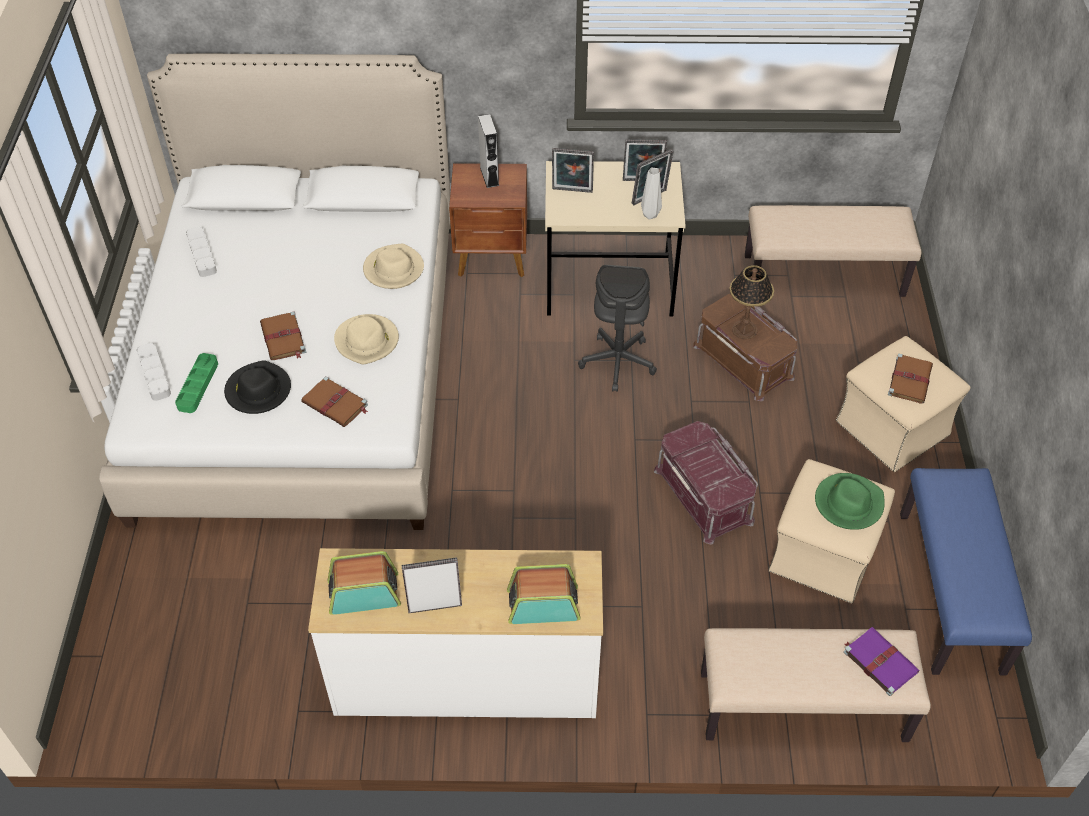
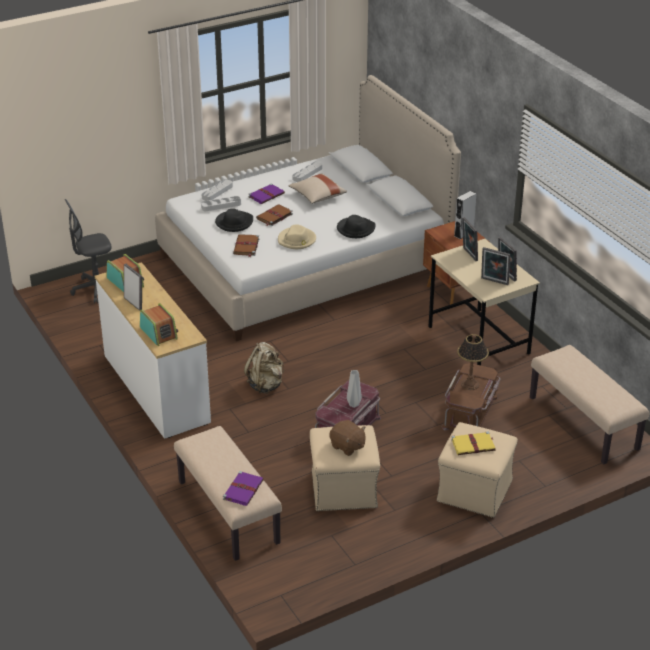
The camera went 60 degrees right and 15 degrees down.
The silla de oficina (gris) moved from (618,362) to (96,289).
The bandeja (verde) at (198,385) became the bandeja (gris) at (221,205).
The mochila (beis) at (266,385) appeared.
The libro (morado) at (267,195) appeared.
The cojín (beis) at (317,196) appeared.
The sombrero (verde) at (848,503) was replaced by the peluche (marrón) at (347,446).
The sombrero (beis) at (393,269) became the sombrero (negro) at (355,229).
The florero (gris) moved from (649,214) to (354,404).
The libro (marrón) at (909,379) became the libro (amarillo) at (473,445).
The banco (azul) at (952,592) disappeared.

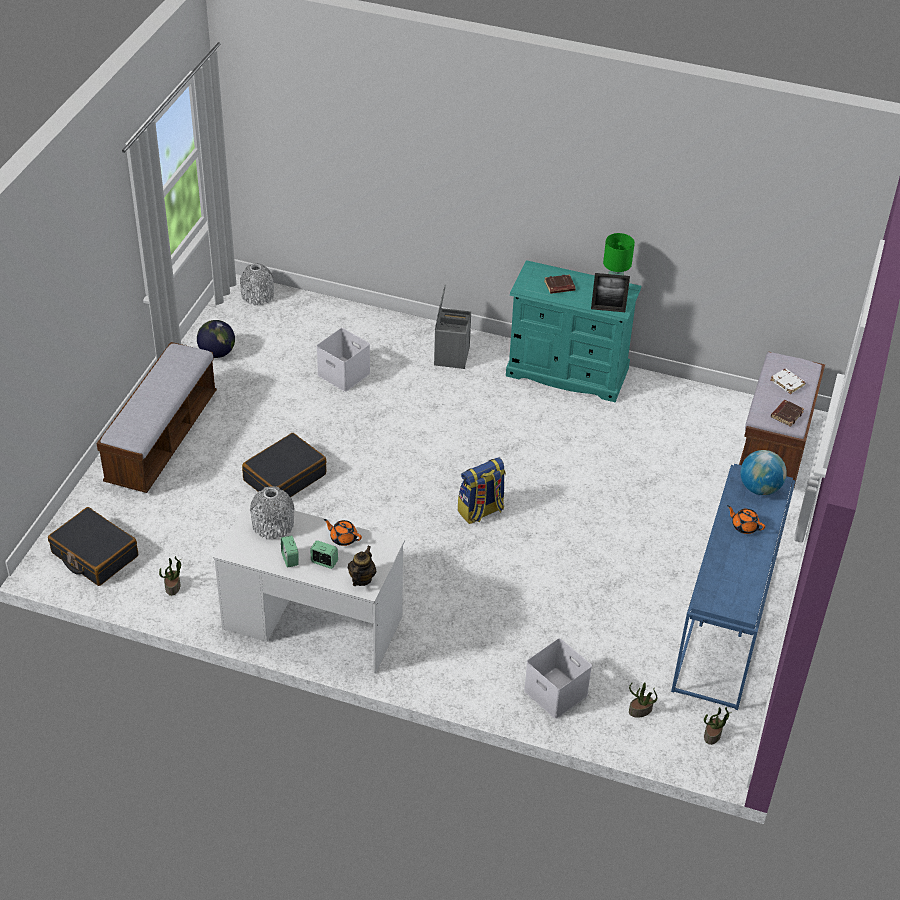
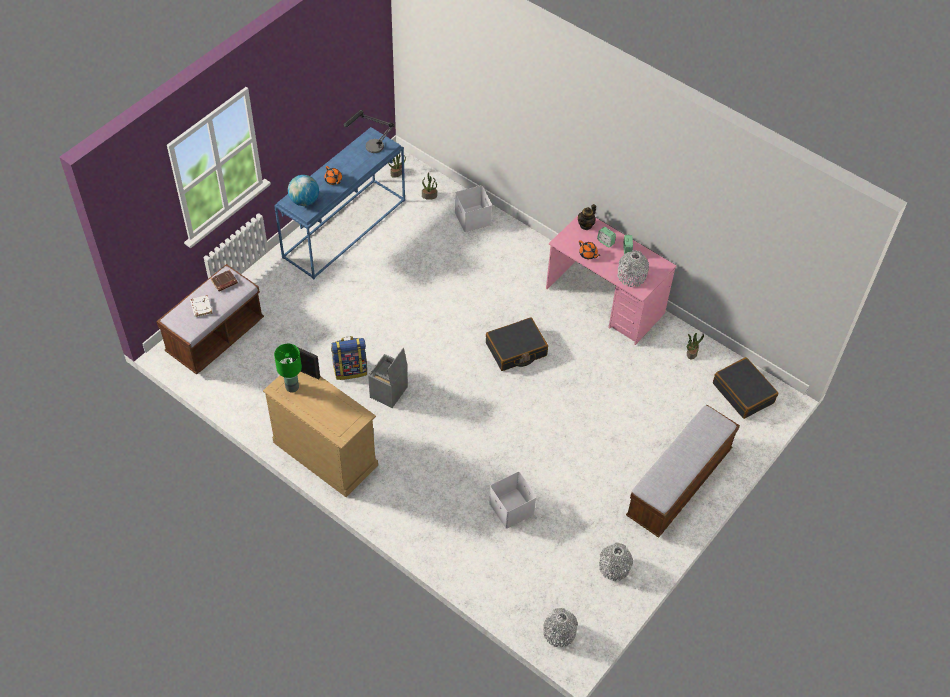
The camera went 160 degrees left and 10 degrees up.
The cómoda (turquesa) at (567,372) became the cómoda (beis) at (325,453).
The mochila moved from (481,511) to (350,370).
The lámpara de mesa at (370,149) appeared.
The caja de almacenaje (gris) moved from (451,355) to (389,392).
The maleta (negro) moved from (284,477) to (516,350).
The escritorio (blanco) at (312,623) became the escritorio (rosa) at (604,301).
The globo terráqueo at (217,353) was replaced by the florero (gris) at (614,567).
The libro (marrón) at (559,287) disappeared.

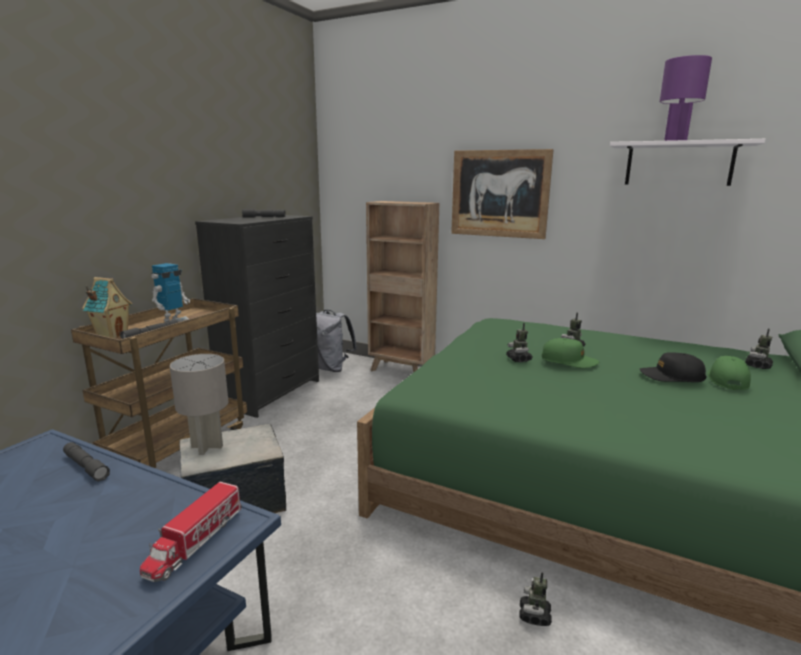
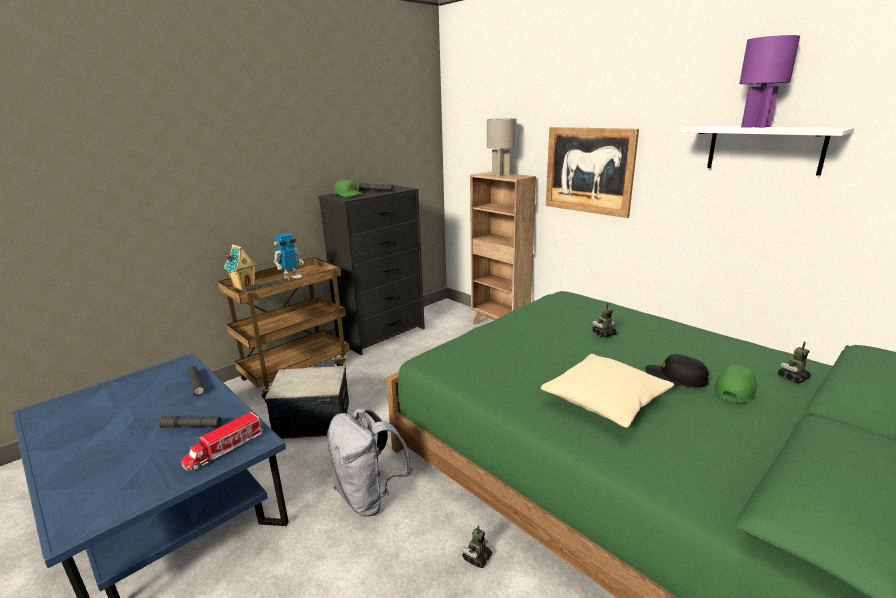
The camera went 20 degrees right and 5 degrees up.
The linterna (gris) at (191,426) appeared.
The mochila (gris) moved from (330,368) to (369,497).
The gorra (verde) moved from (569,361) to (348,194).
The lámpara de mesa (gris) moved from (207,447) to (501,175).
The cojín (beis) at (605,401) appeared.
The robot de juguete at (518,359) disappeared.

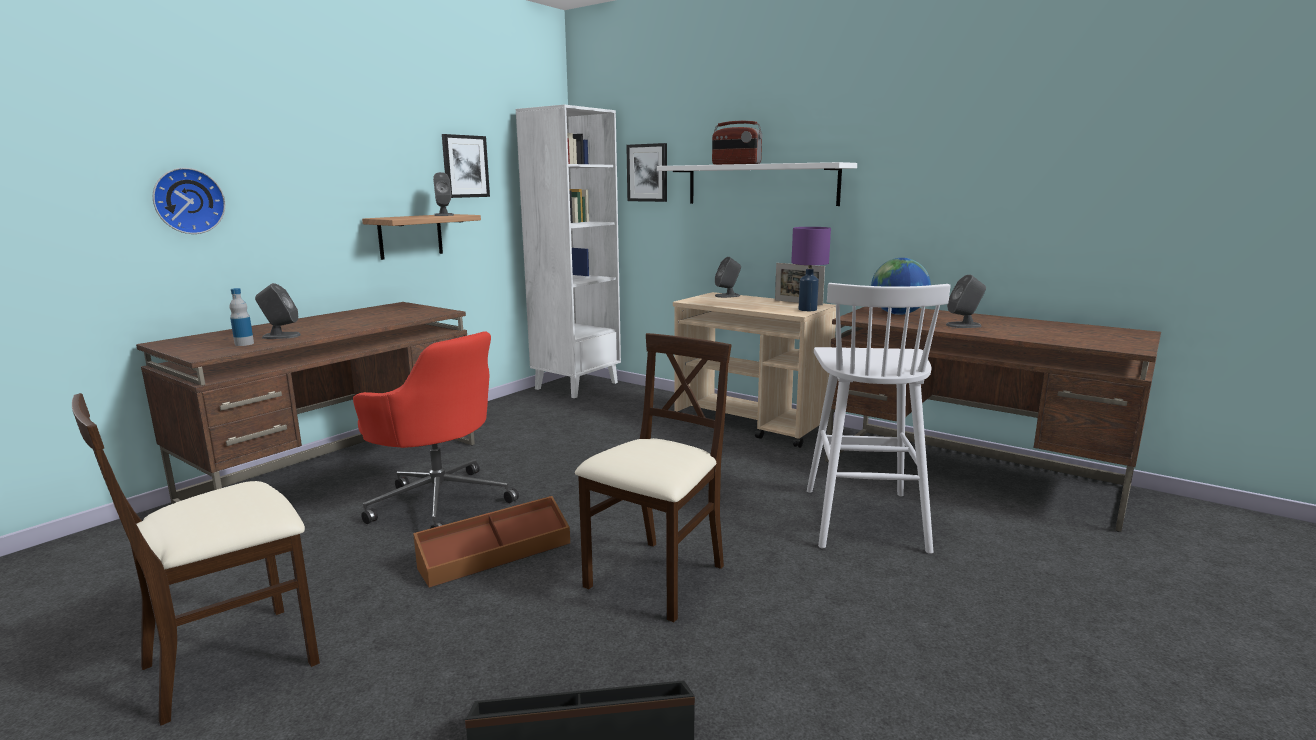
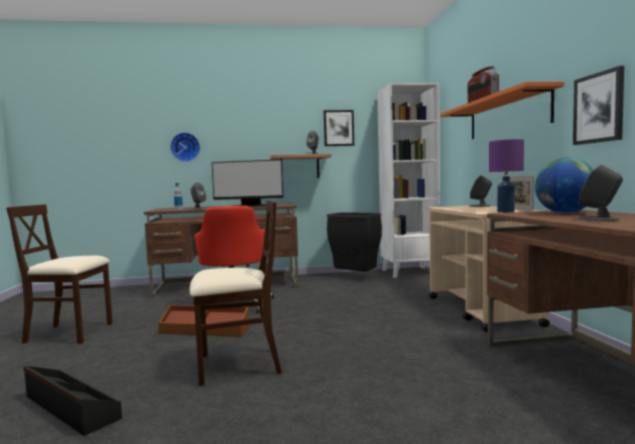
The camera went 45 degrees right and 10 degrees down.
The monitor at (250,206) appeared.
The papelera (negro) at (355,278) appeared.
The estante (blanco) at (760,184) became the estante (naranja) at (507,116).
The cuadro moved from (647,173) to (598,108).
The taburete (blanco) at (863,518) disappeared.

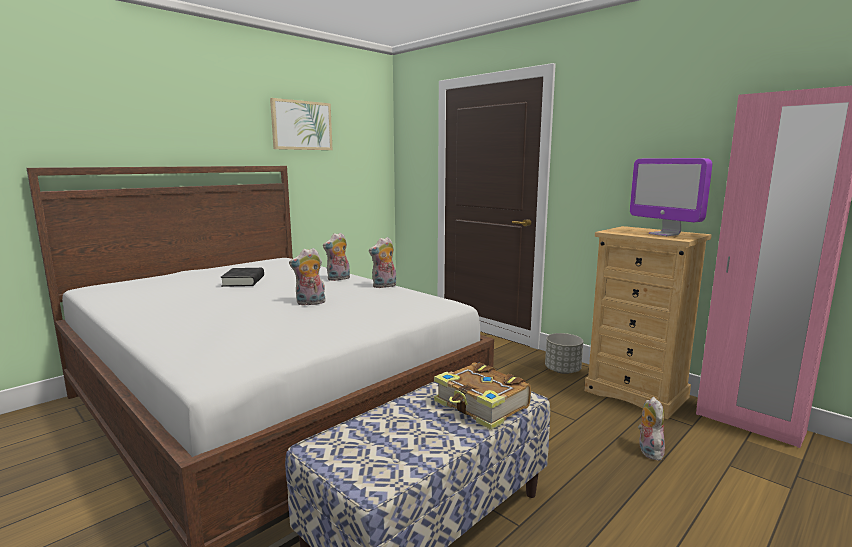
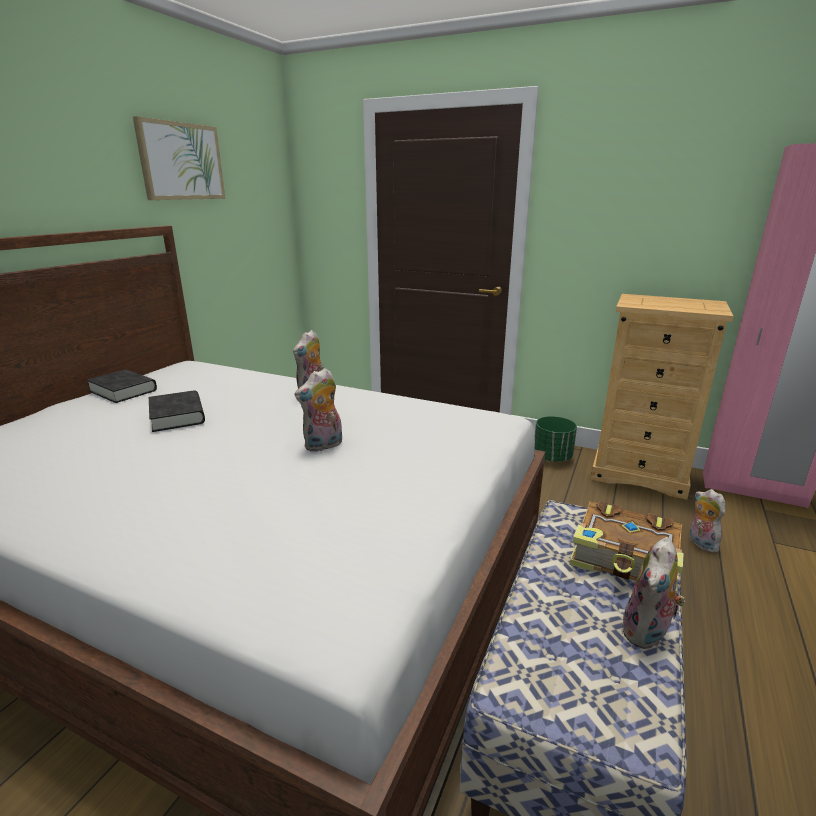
The camera went 20 degrees left and 10 degrees up.
The libro (negro) at (123,391) appeared.
The maceta (gris) at (563,370) became the maceta (verde) at (552,457).
The peluche moved from (384,286) to (647,633).
The monitor at (664,234) disappeared.

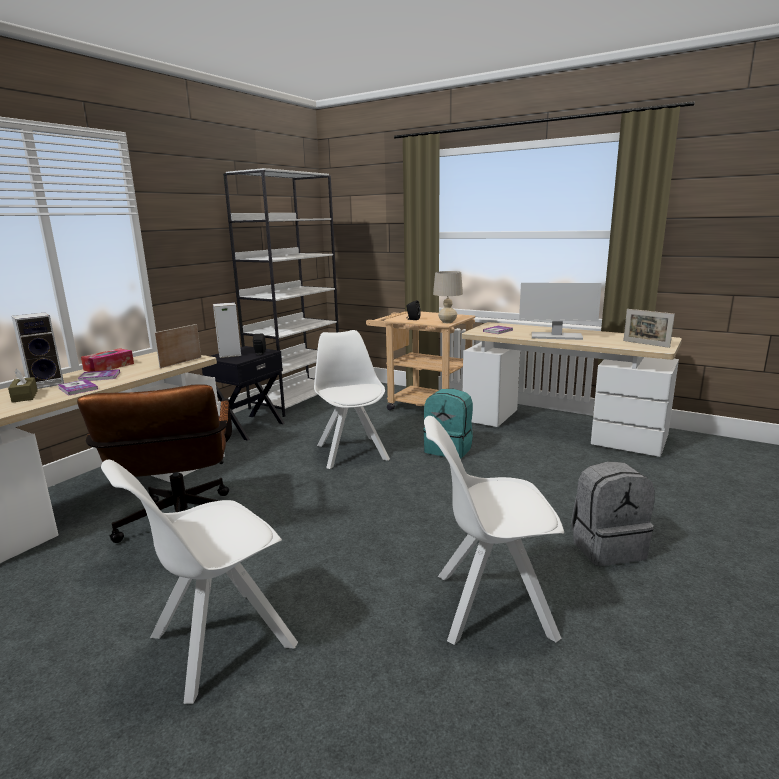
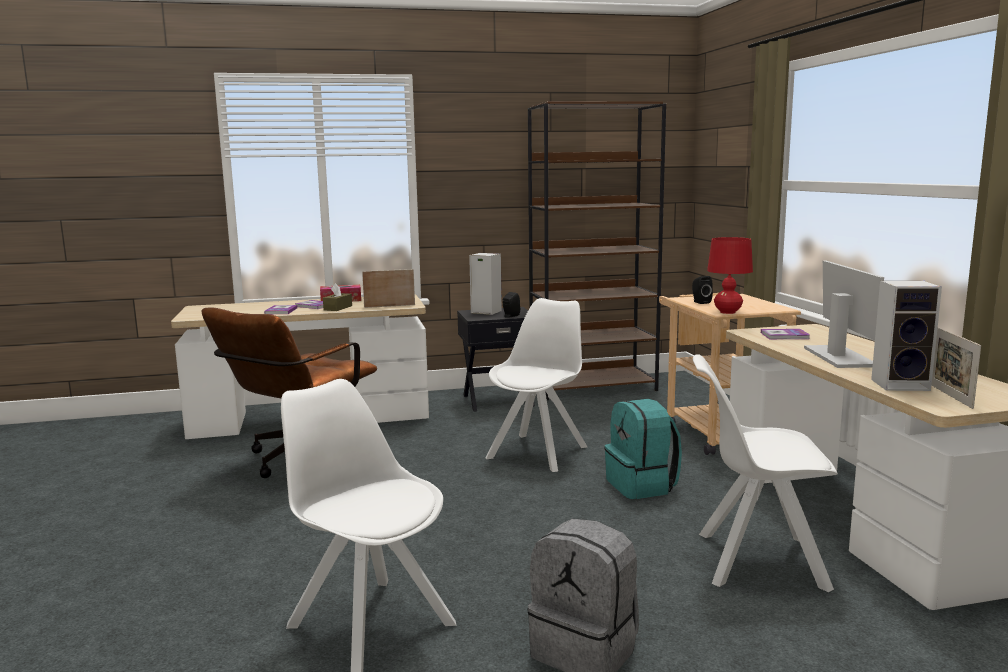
The camera went 45 degrees right and 5 degrees down.
The caja de pañuelos (marrón) moved from (25,396) to (338,308).
The estantería (blanco) at (297,399) became the estantería (marrón) at (593,387).
The silla (blanco) moved from (218,643) to (756,560).
The lámpara de mesa (beis) at (447,322) became the lámpara de mesa (rojo) at (728,312).
The monitor at (556,336) turned 150 degrees counterclockwise.
The altavoz moved from (47,383) to (902,384).

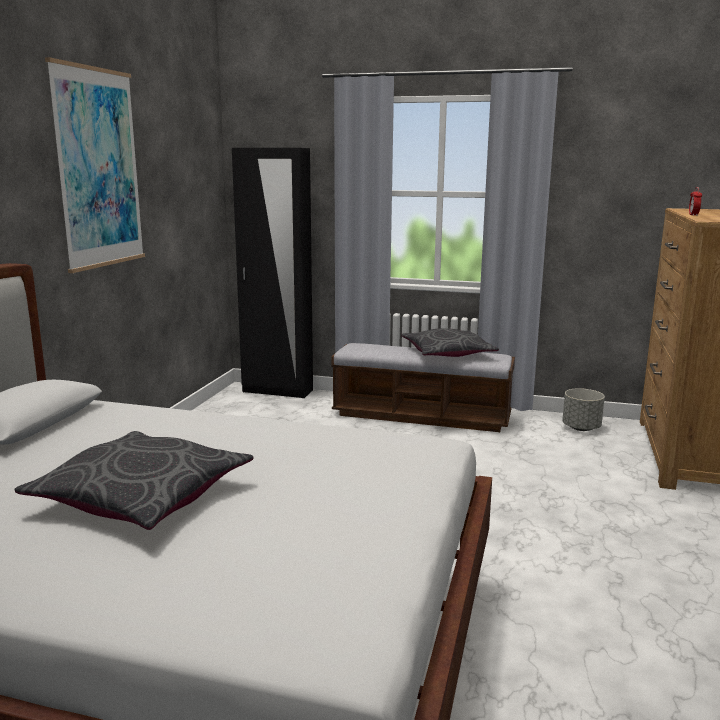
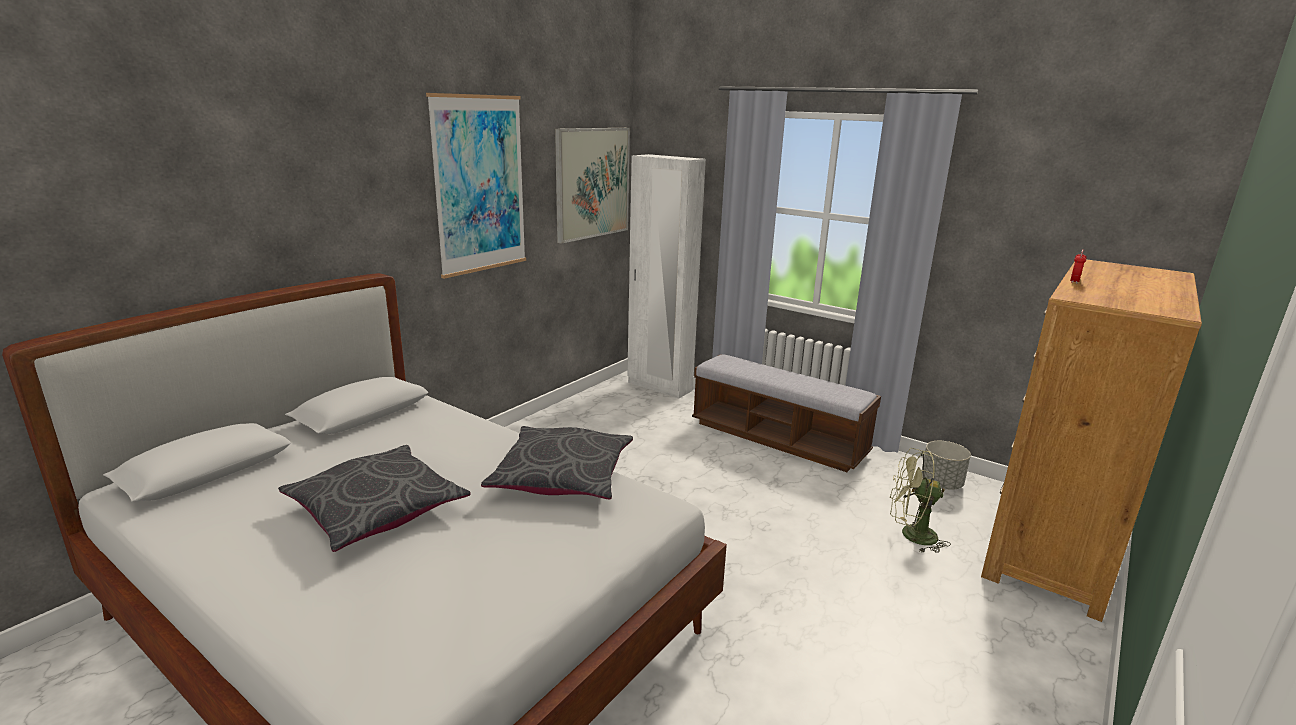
The camera went 20 degrees right and 5 degrees up.
The cojín (gris) moved from (447,353) to (562,476).
The cuadro at (592,183) appeared.
The armario ropero (negro) at (277,391) became the armario ropero (blanco) at (659,387).
The ventilador (verde) at (911,535) appeared.

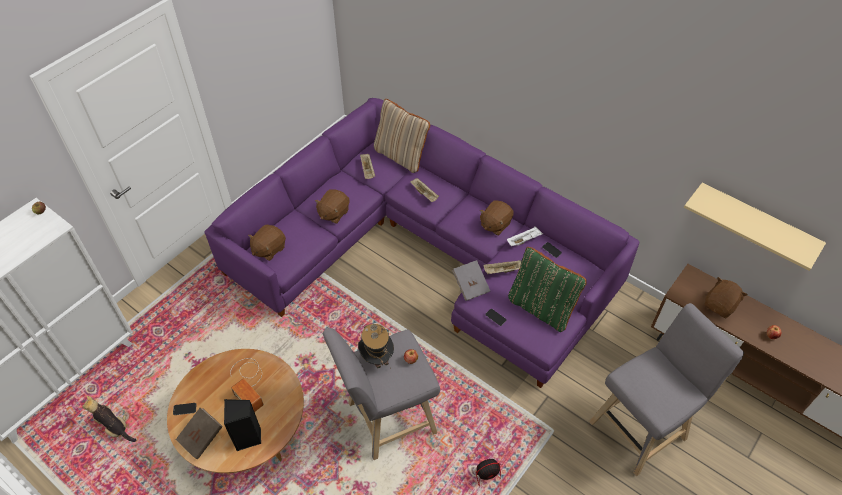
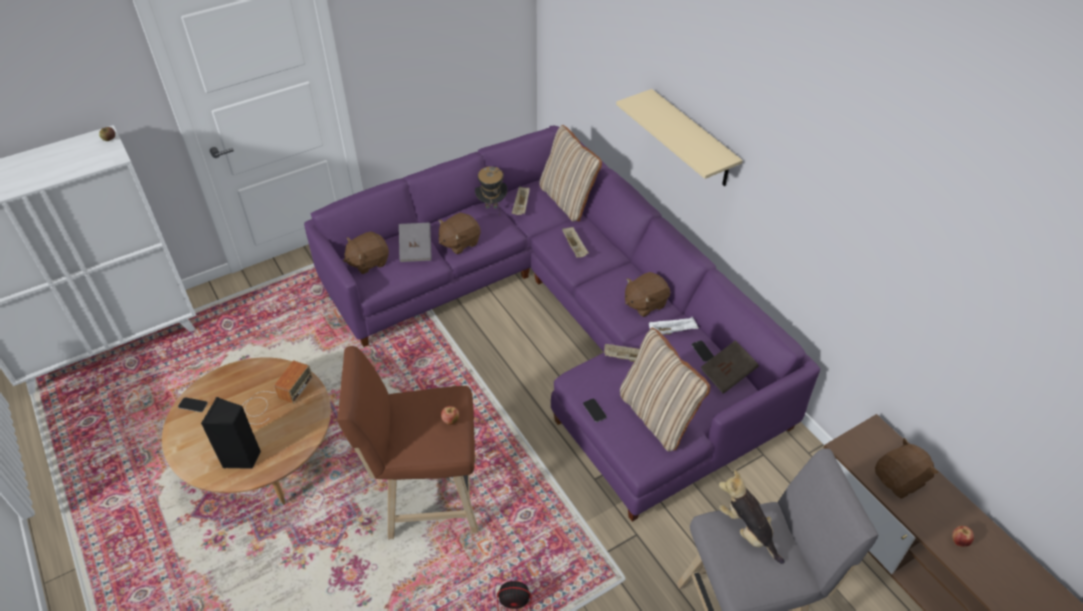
The camera went 20 degrees right and 5 degrees down.
The radio at (248,383) turned 135 degrees counterclockwise.
The taburete (gris) at (387,419) became the taburete (marrón) at (426,498).
The libro (gris) moved from (471,285) to (416,250).
The sombrero moved from (377,357) to (492,205).
The estante (beis) moved from (755,223) to (692,139).
The cojín (verde) at (541,307) became the cojín (beis) at (658,416).
The libro (marrón) moved from (201,437) to (727,375).
The peluche moved from (114,427) to (747,530).

